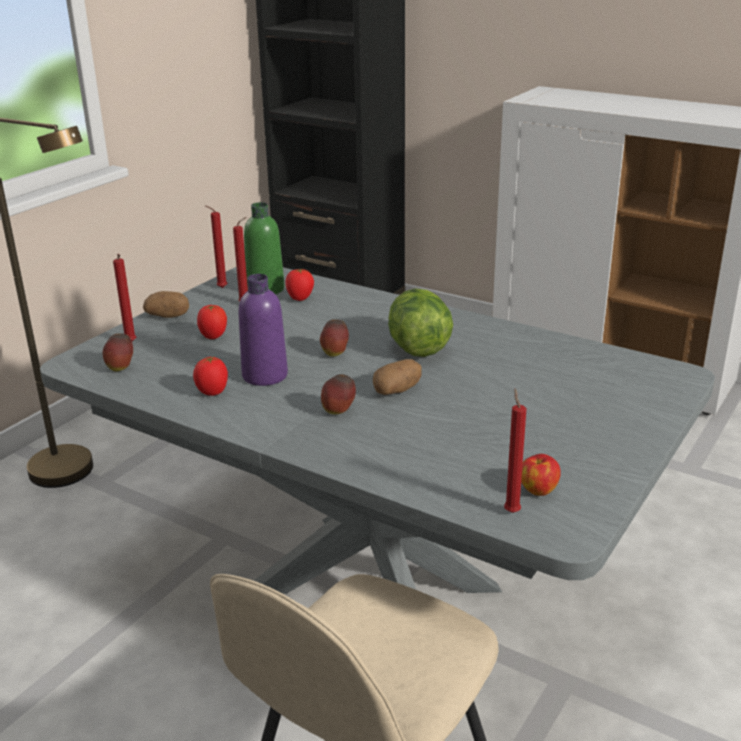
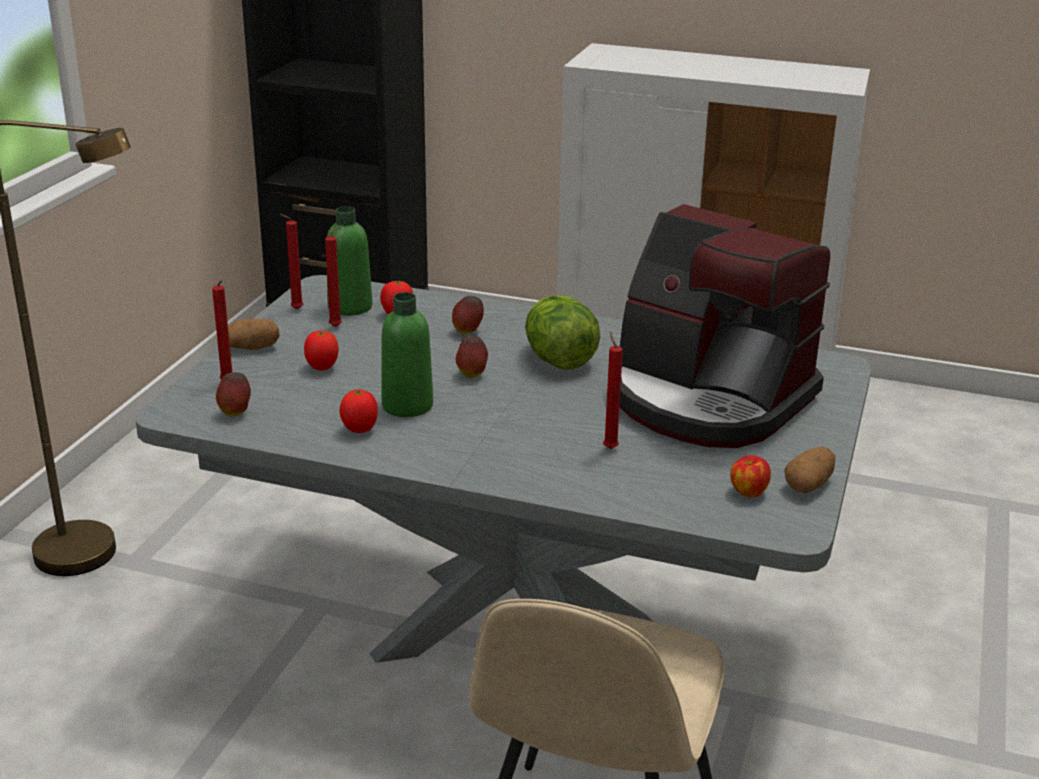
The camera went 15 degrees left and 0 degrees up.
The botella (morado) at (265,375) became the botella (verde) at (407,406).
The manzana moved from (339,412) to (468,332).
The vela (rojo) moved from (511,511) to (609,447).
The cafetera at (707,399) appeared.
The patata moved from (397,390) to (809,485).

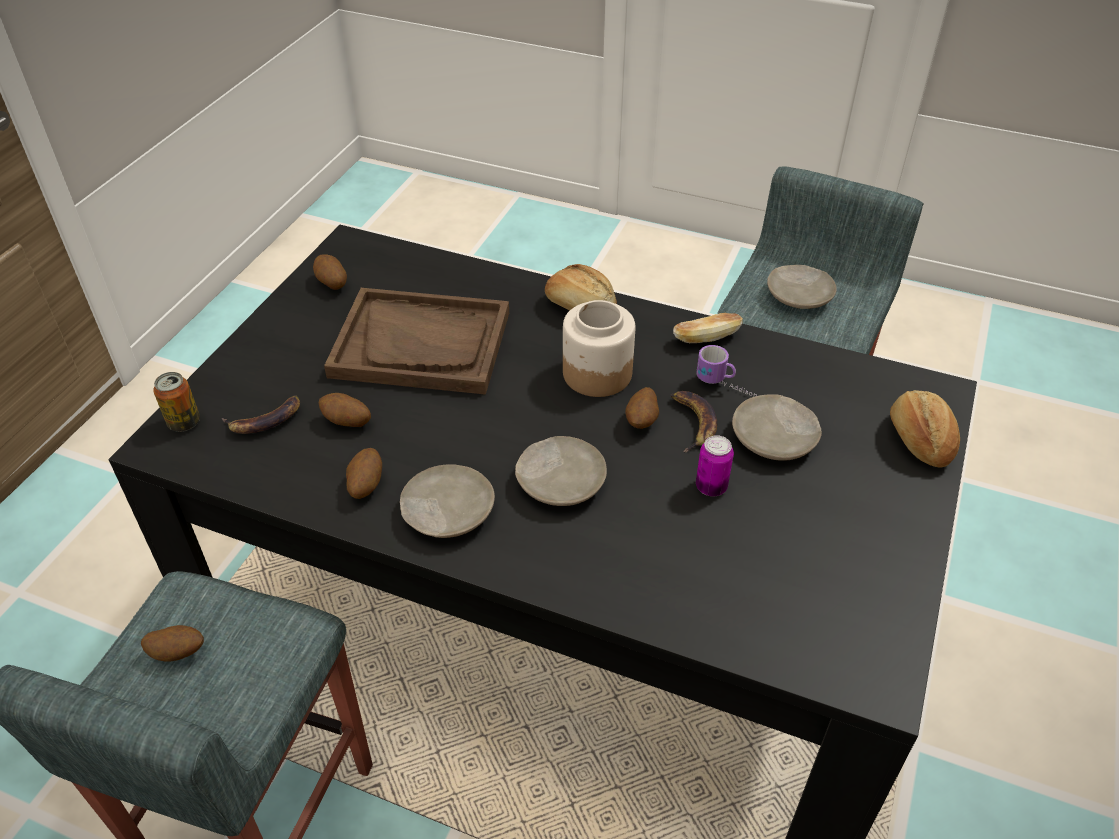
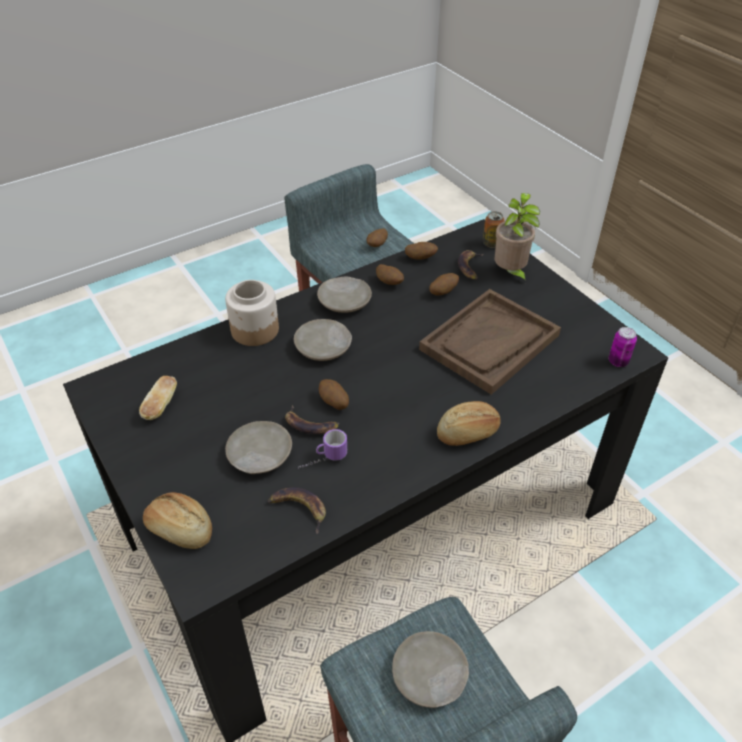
The camera went 125 degrees right and 0 degrees up.
The pan moved from (706,338) to (161,405).
The tarro moved from (596,373) to (255,330).
The plátano at (299,509) appeared.
The patata moved from (332,283) to (420,258).
The planta en maceta at (510,273) appeared.
The lata moved from (711,487) to (618,361).

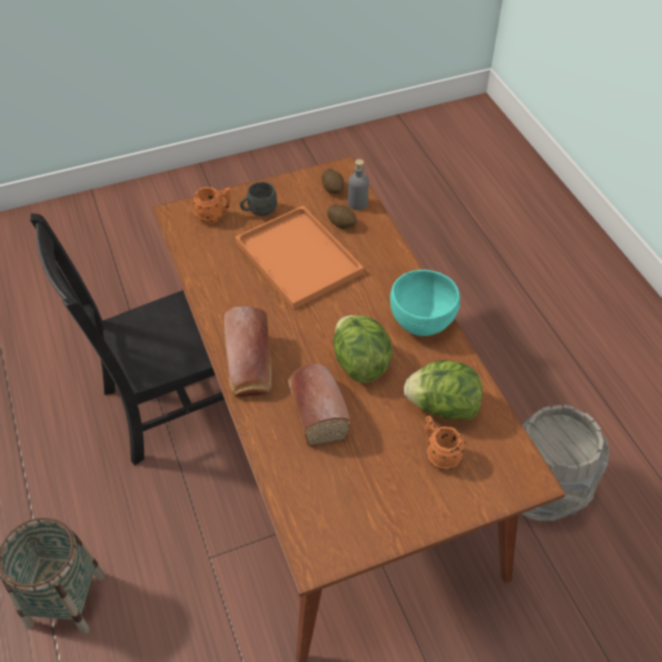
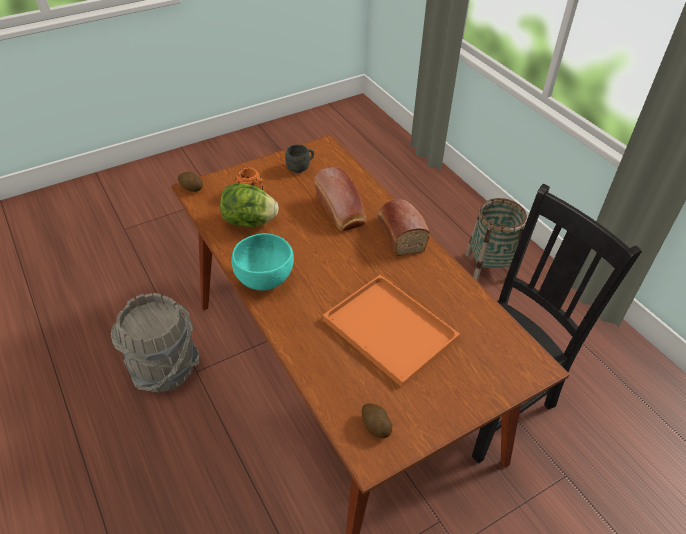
The camera went 170 degrees right and 5 degrees down.
The patata moved from (342,223) to (191,188).
The taza grande (gris) moved from (259,211) to (301,167).
The taza grande (naranja) at (215,216) disappeared.
The lechuga at (360,362) disappeared.
The botella (gris) at (357,203) disappeared.

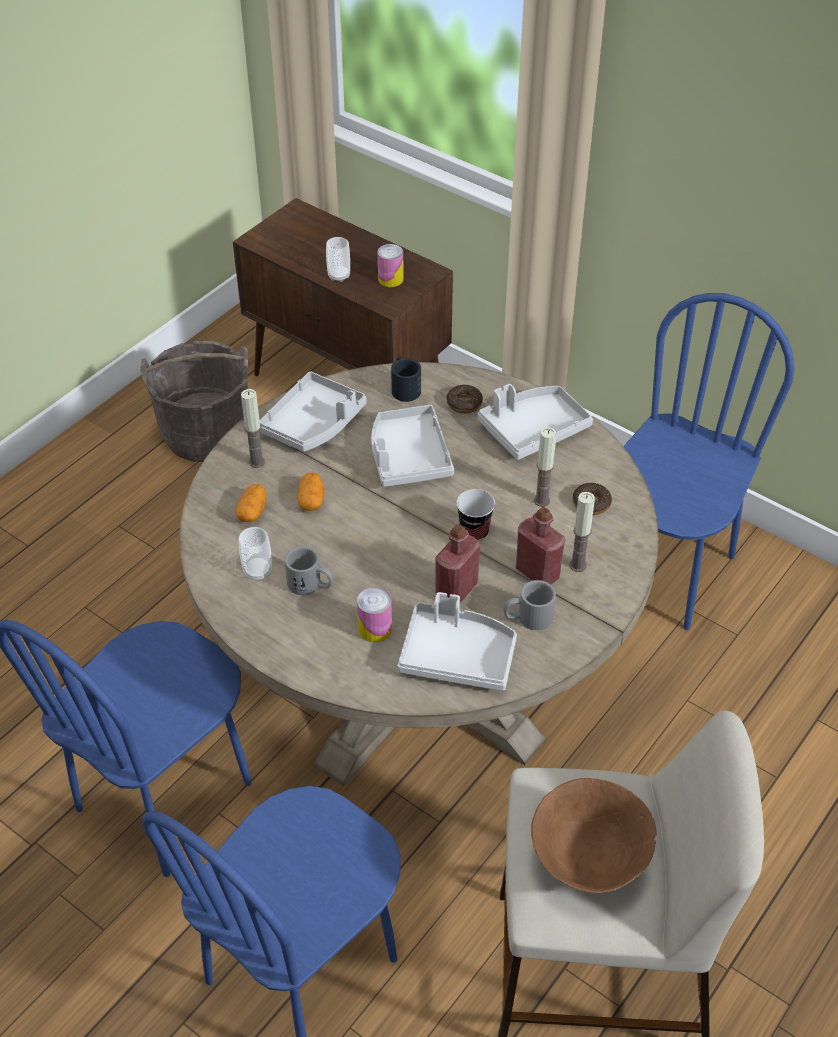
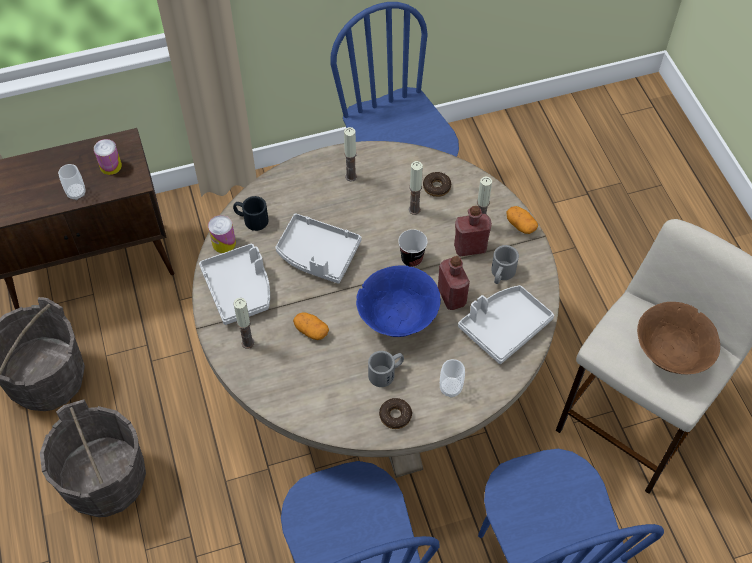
The camera went 55 degrees left and 10 degrees up.
The cubo (gris) at (105,481) appeared.
The lata moved from (375,629) to (224,243).
The bandeja (gris) at (533,429) was replaced by the vela at (351,176).
The cuenco (azul) at (397,320) appeared.
The rosquilla moved from (464,403) to (395,416).
The taza moved from (257,571) to (450,388).
The patata moved from (252,511) to (520,225).

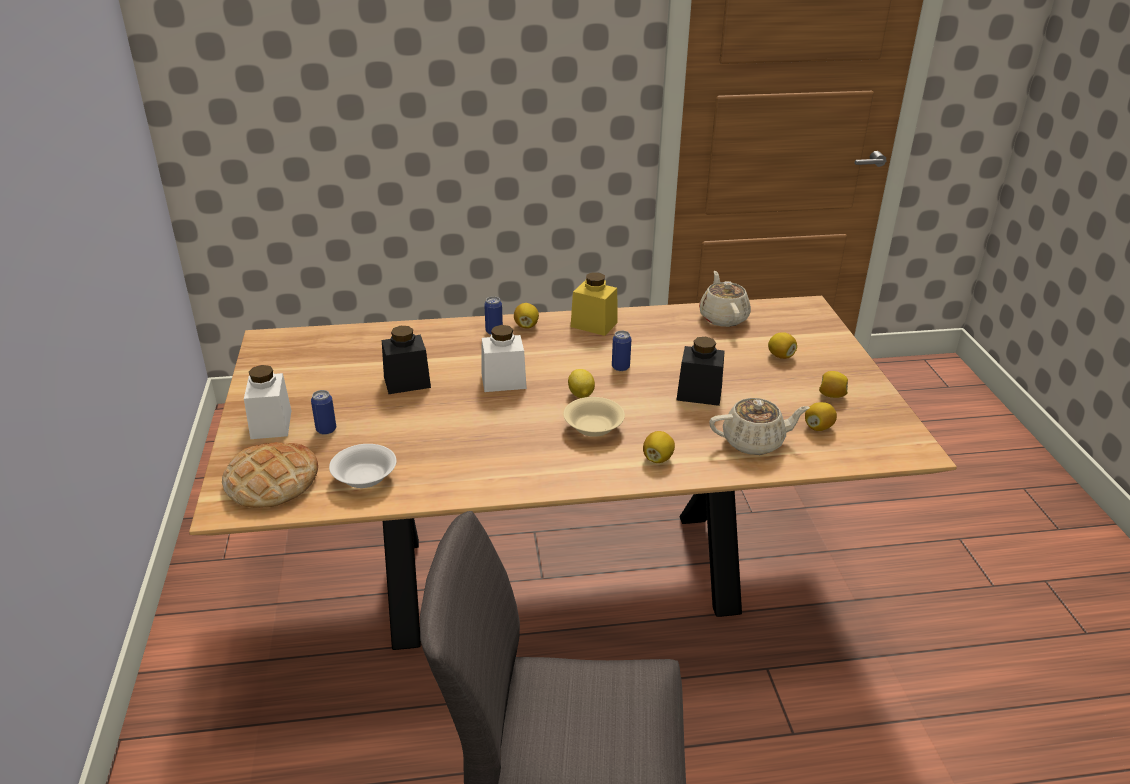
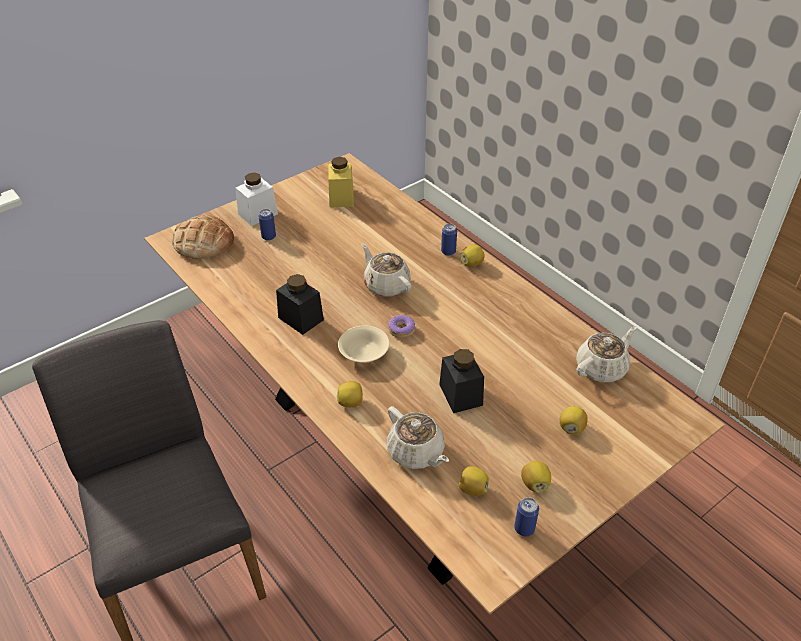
The camera went 60 degrees right and 10 degrees up.
The tarro (negro) moved from (407,382) to (301,319).
The tarro (amarillo) moved from (594,324) to (341,197).
The tarro (blanco) at (503,381) was replaced by the tetera (beis) at (386,285).
The limón at (581,395) was replaced by the rosquilla at (401,330).
The lata moved from (620,367) to (524,528).
The cuenco (blanco) at (364,478) disappeared.

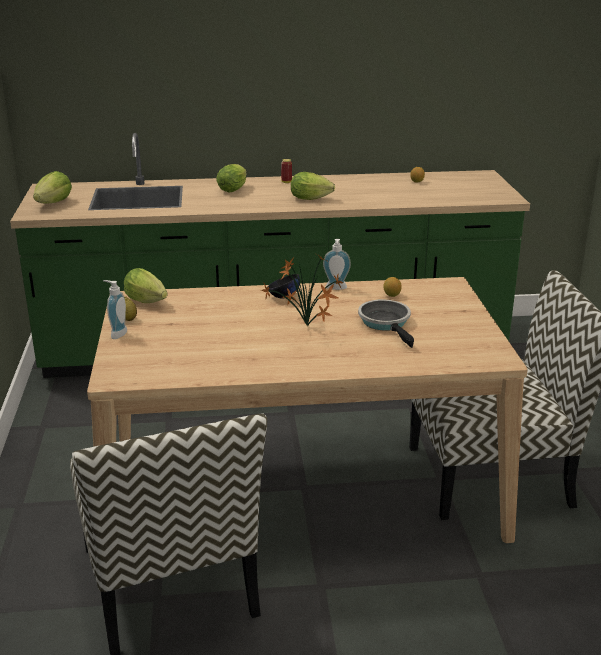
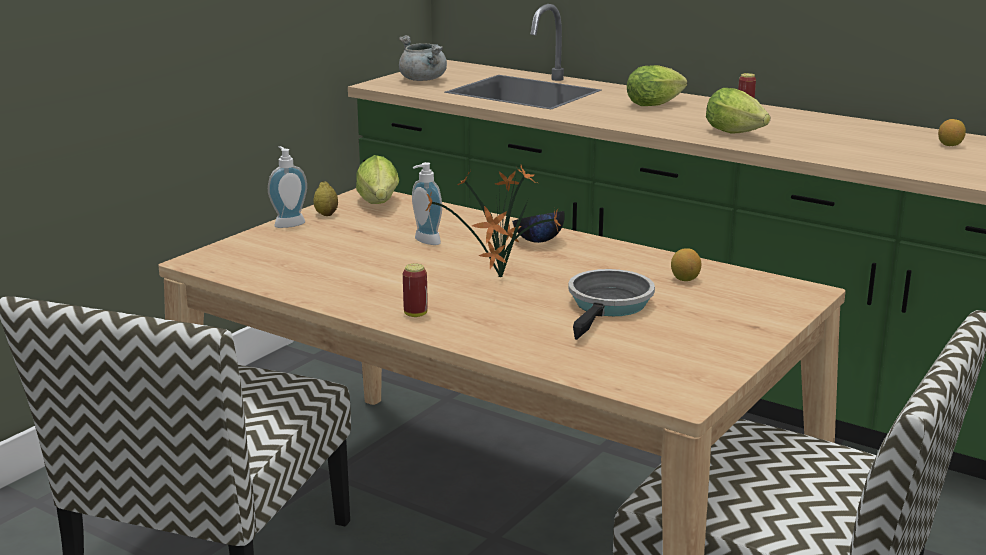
The camera went 40 degrees right and 5 degrees down.
The lechuga at (54,203) was replaced by the olla (gris) at (423,80).
The lata at (415,314) appeared.
The dispensador de jabón moved from (336,288) to (424,241).

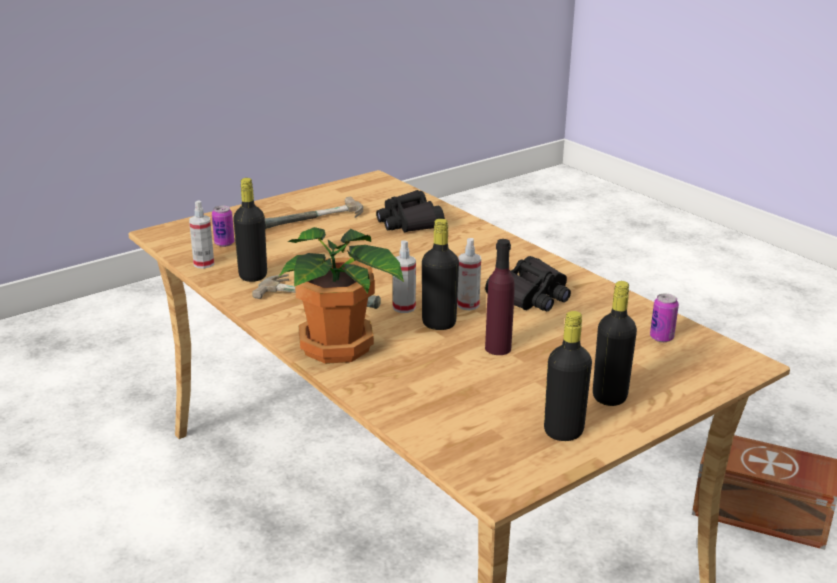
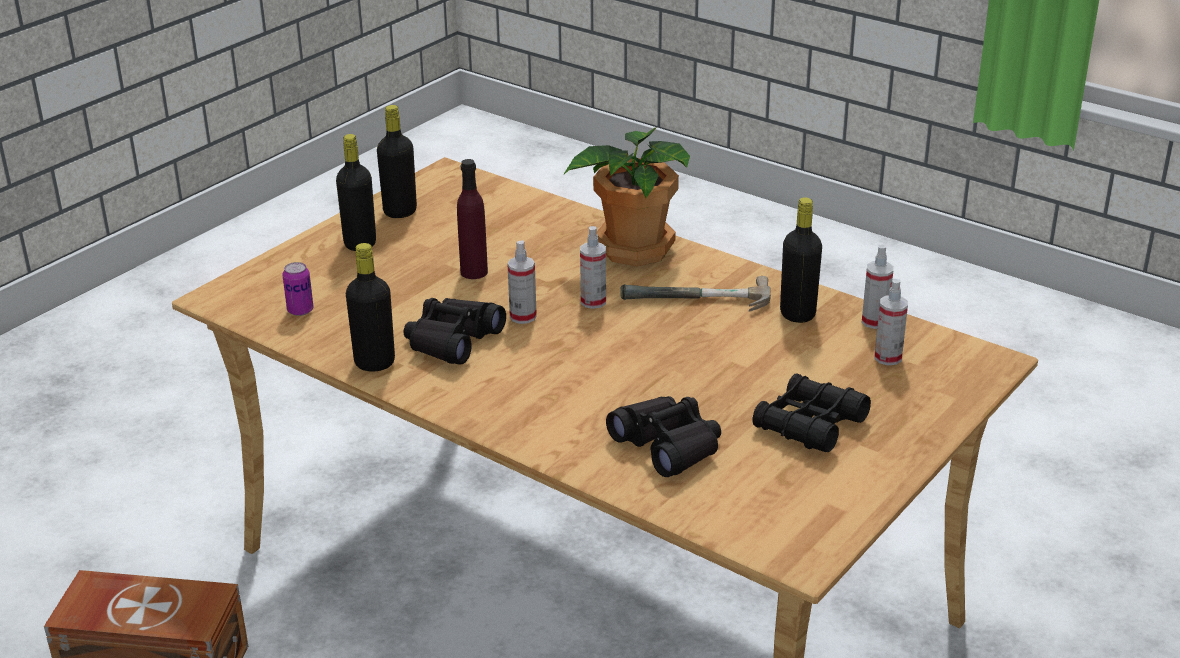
The camera went 165 degrees right and 5 degrees up.
The botella (negro) moved from (439,324) to (374,363).
The martillo at (315,220) was replaced by the prismáticos (negro) at (809,424).
The lata at (224,243) was replaced by the pulverizador at (888,357).

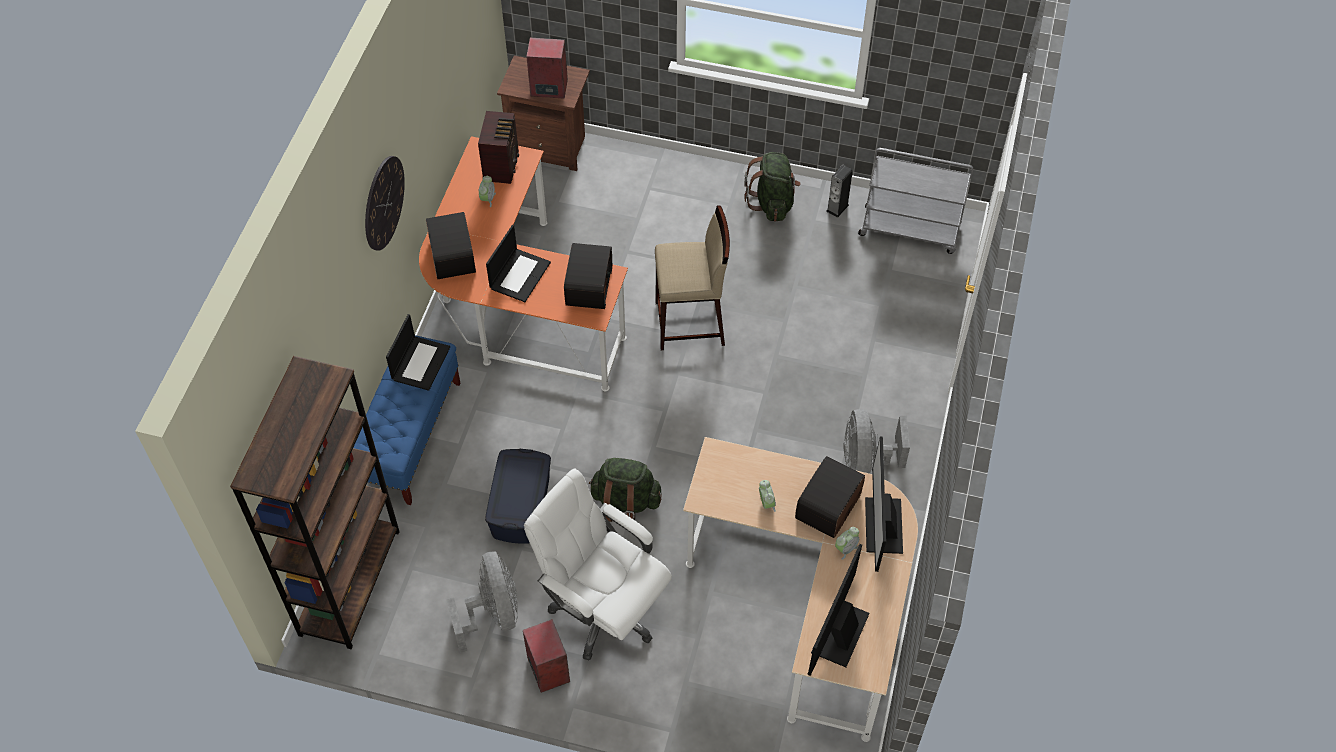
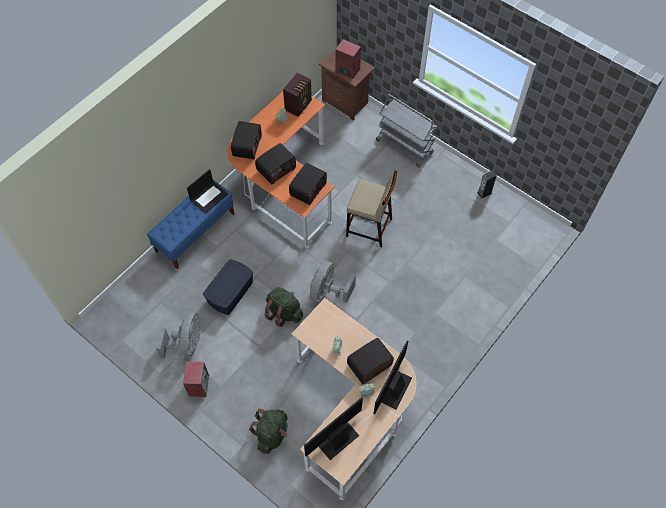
The camera went 25 degrees right and 5 degrees up.
The mochila (verde) moved from (772,203) to (272,434).
The portátil at (519,275) was replaced by the radio at (276,169).
The ventilador (gris) moved from (865,464) to (328,292).
The carrito (gris) moved from (910,229) to (405,147).
The estantería (marrón) at (350,582) disappeared.
The reloj de pared at (383,203) disappeared.
The silla de oficina (blanco) at (603,610) disappeared.

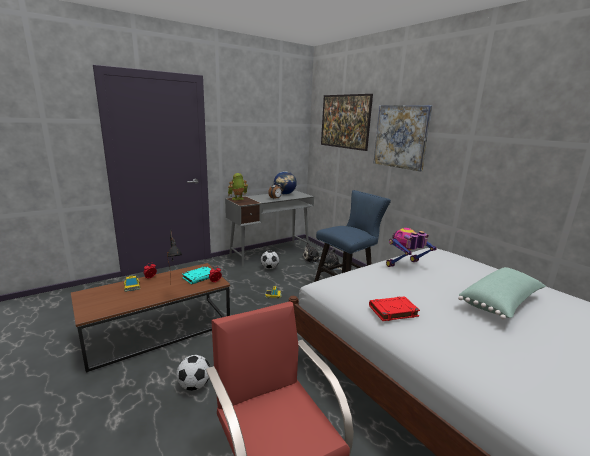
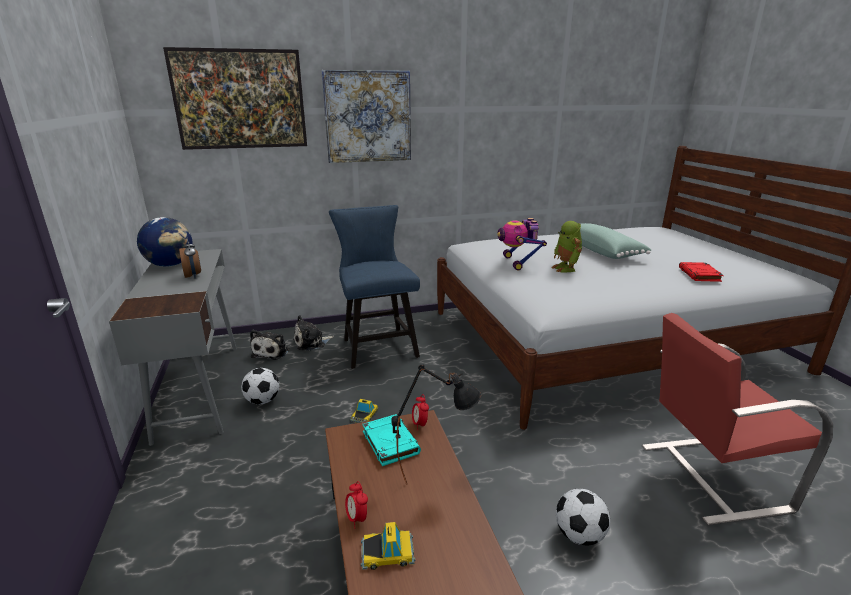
The camera went 70 degrees left and 5 degrees up.
The robot de juguete moved from (238,199) to (566,268).
The libro (rojo) moved from (393,311) to (699,275).

